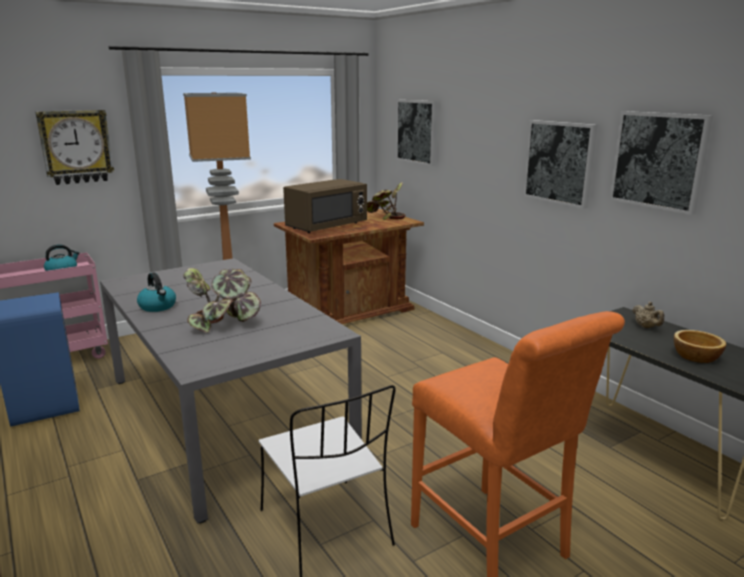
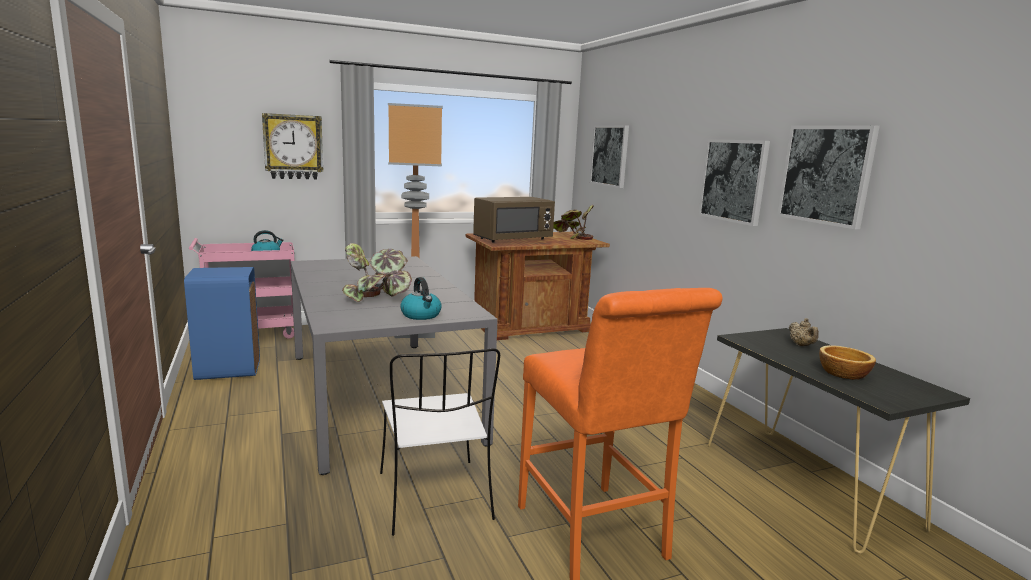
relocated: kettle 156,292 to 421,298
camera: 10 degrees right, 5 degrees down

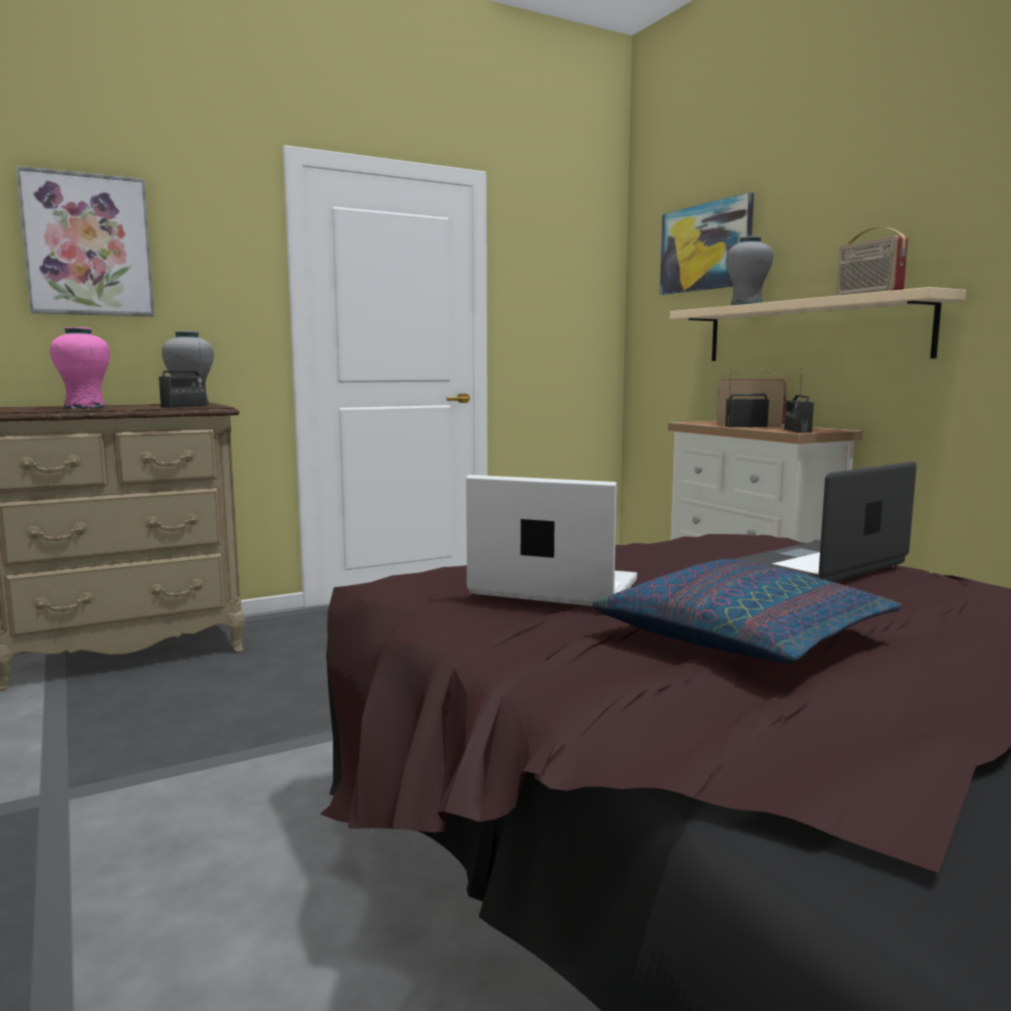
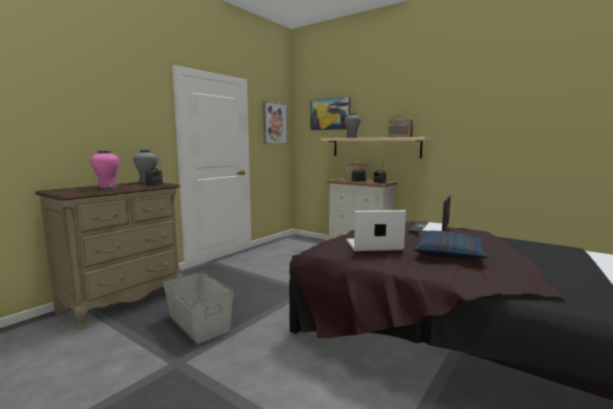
appeared: storage box/grey 198,308
relocated: picture 85,241 to 275,122
camera: 25 degrees left, 0 degrees up

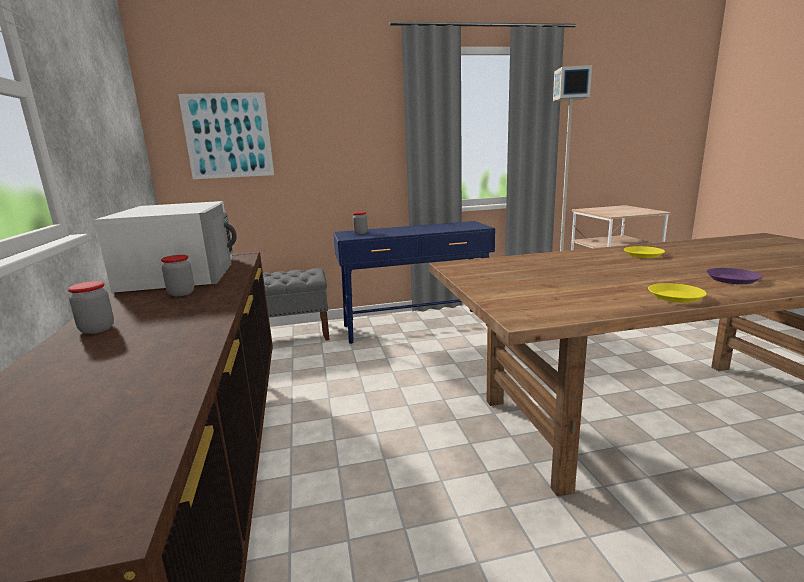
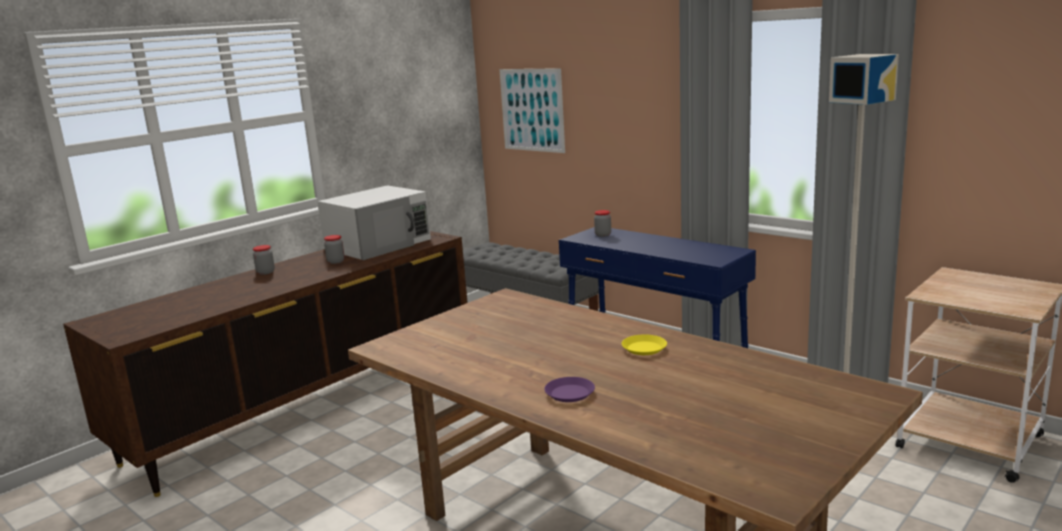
missing: plate/yellow 677,293
camera: 55 degrees right, 0 degrees up

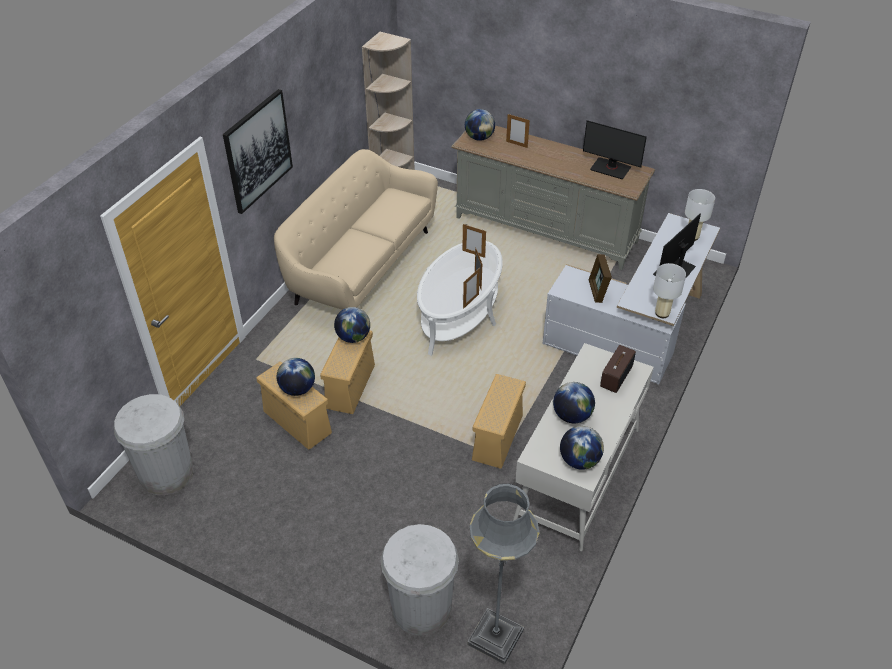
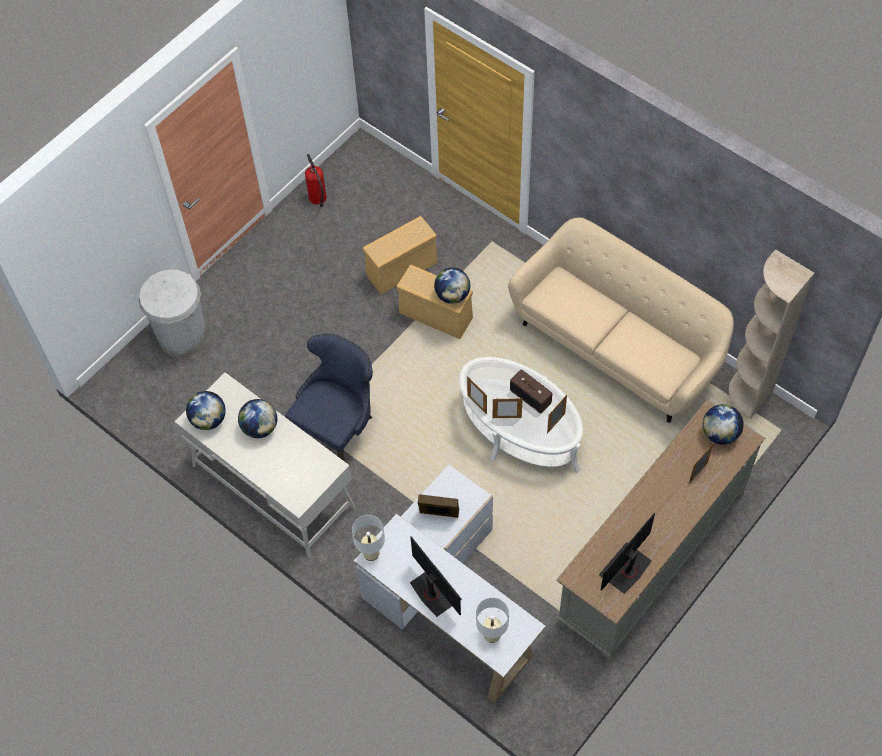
missing: trash can/white 154,444; picture 258,151; globe 296,377; floor lamp/grey 503,574
appeared: fire extinguisher 316,180
relocated: radio 618,369 to 531,391
exchanged: storage box/beige 499,421 to chair/blue 329,398
camera: 105 degrees right, 15 degrees up

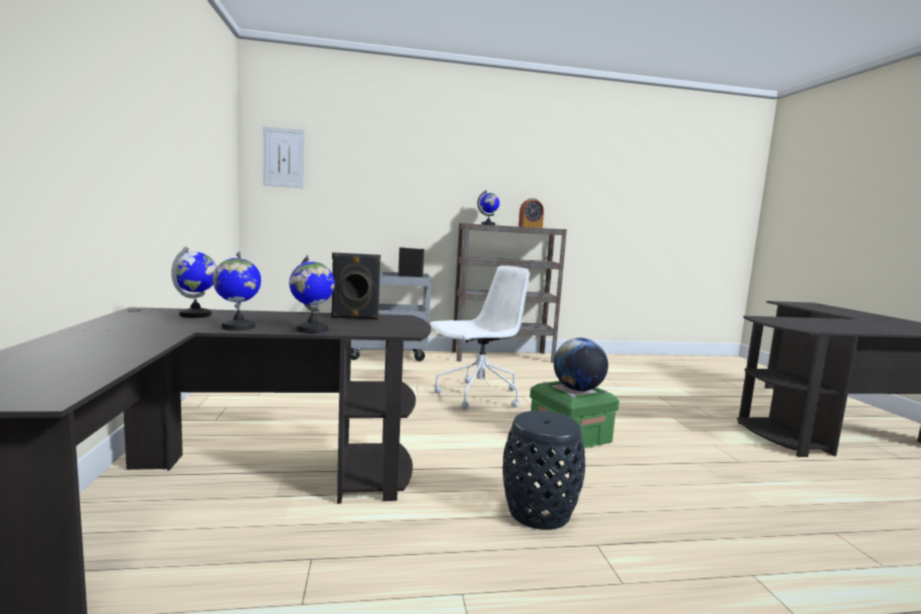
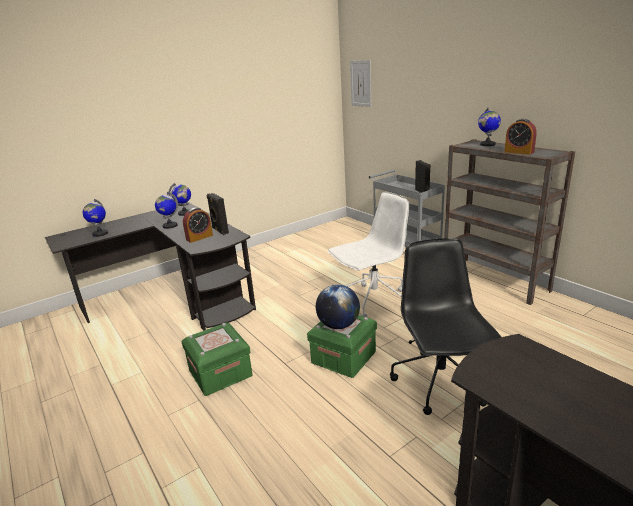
appeared: alarm clock 198,225; office chair/black 445,326
relocated: globe 312,294 to 95,218
exchanged: stool/black 544,470 to storage box/green 217,359
spun: office chair/white 479,337 = 368,254 60 degrees counterclockwise
camera: 65 degrees right, 15 degrees up

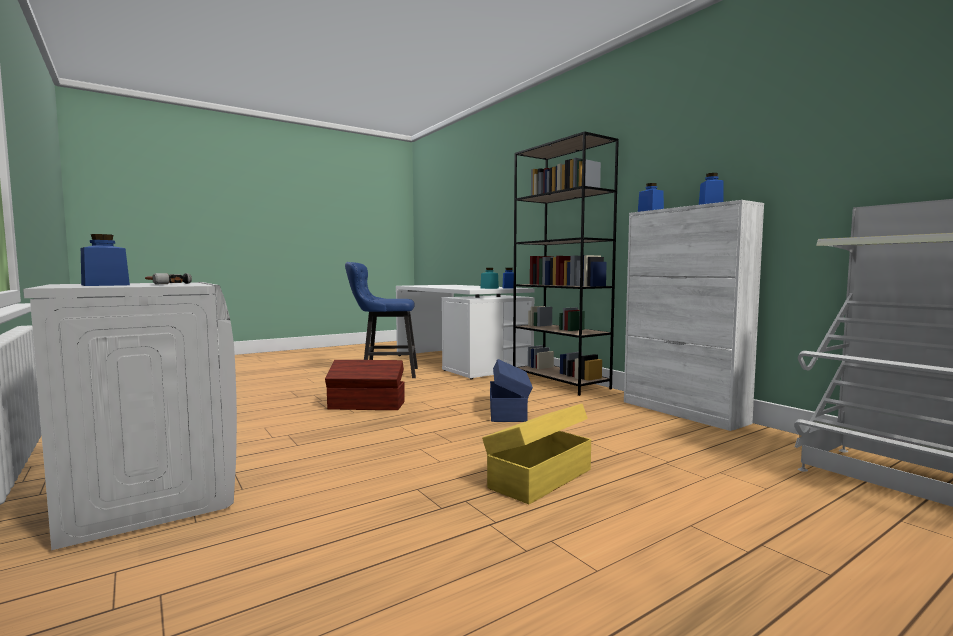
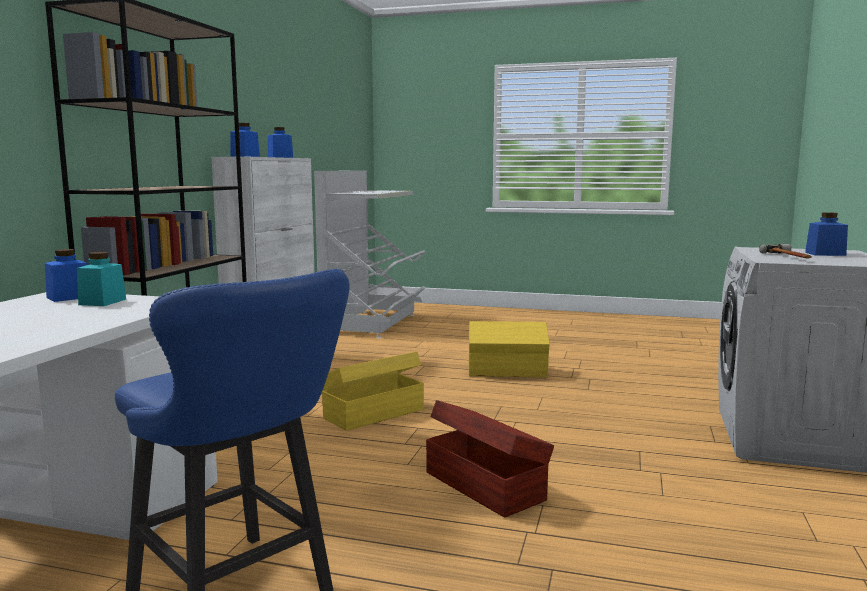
colour: storage box/blue 511,390 to storage box/yellow 373,391
camera: 130 degrees left, 5 degrees up

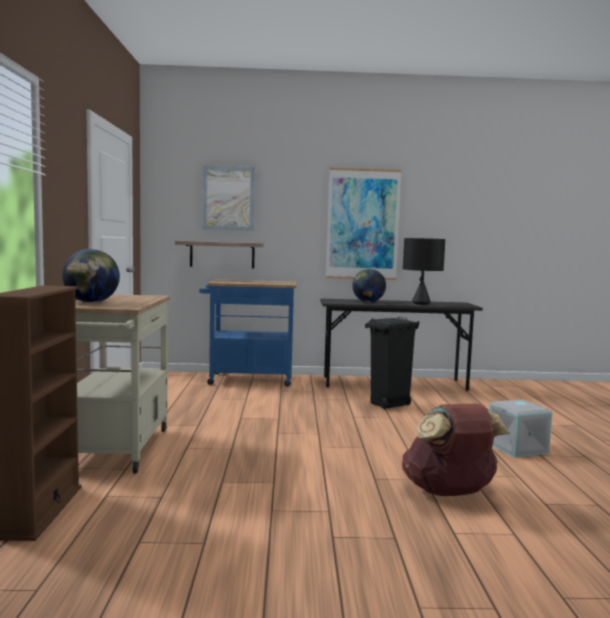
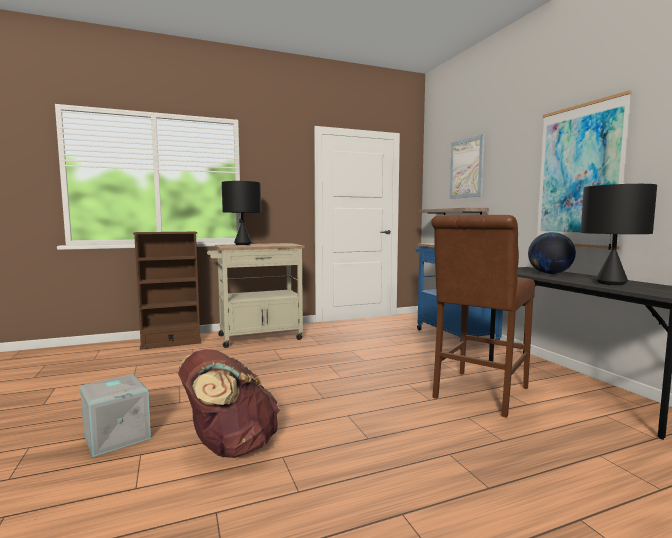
relocated: storage box/grey 521,428 to 115,415
exchanged: globe 91,276 to table lamp/black 241,213; trash can/black 392,363 to stool/brown 483,316
camera: 70 degrees right, 0 degrees up

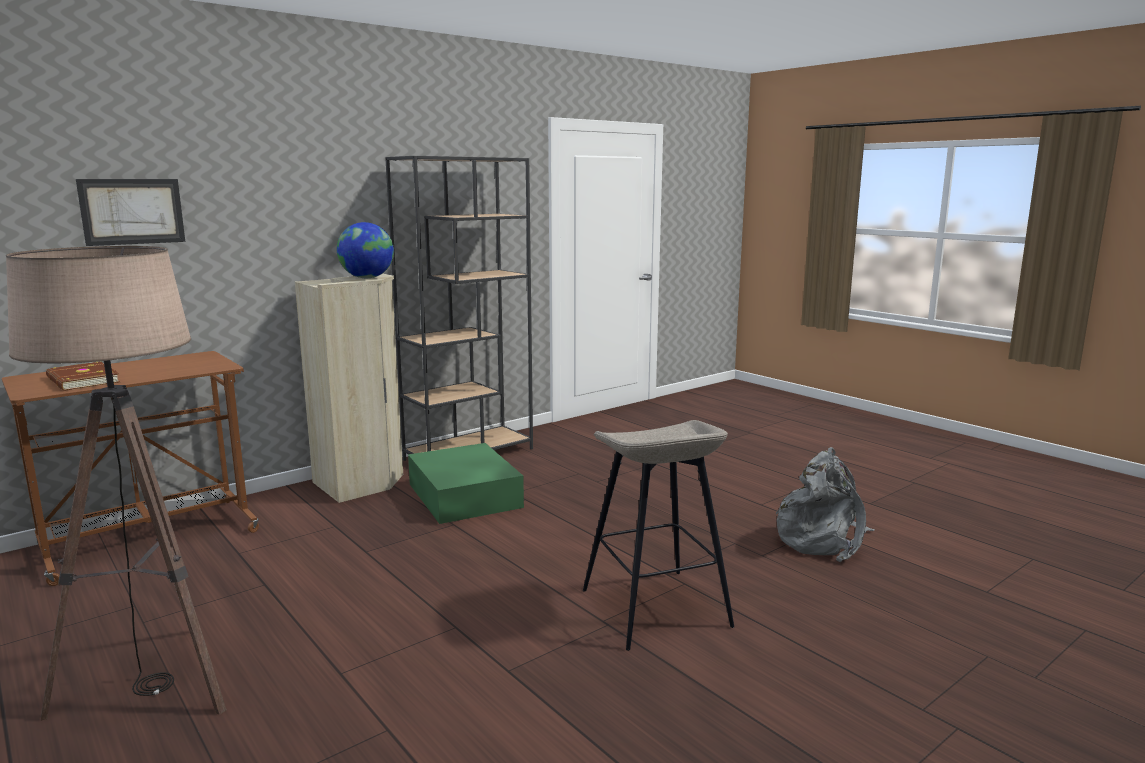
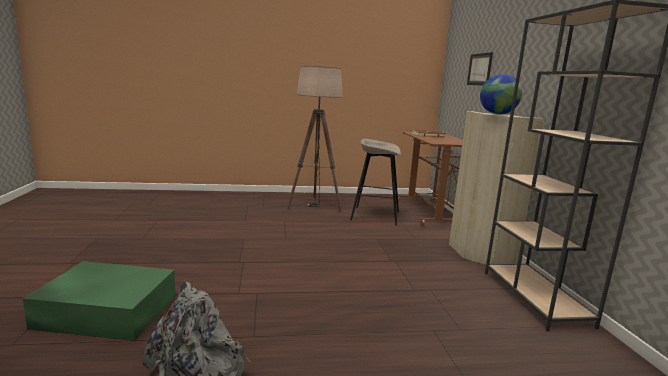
relocated: storage box/green 466,483 to 99,301; stool/grey 658,535 to 375,182
camera: 120 degrees right, 0 degrees up

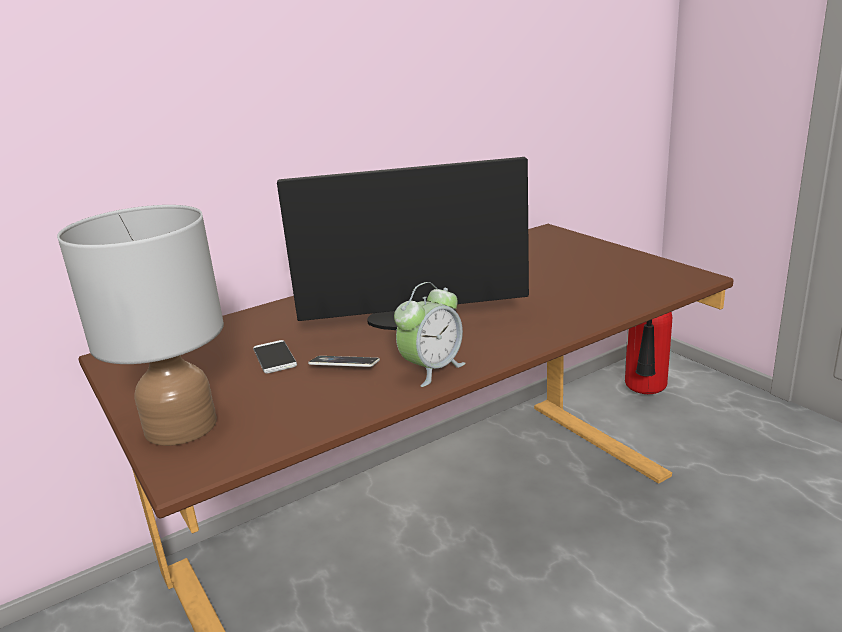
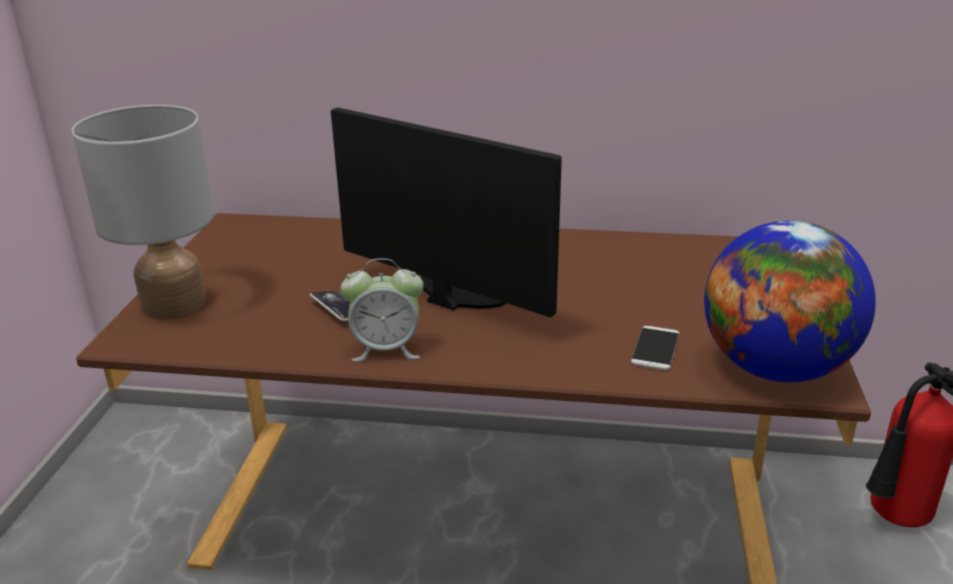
appeared: globe 790,301
relocated: phone 275,356 to 655,348
camera: 40 degrees right, 5 degrees up

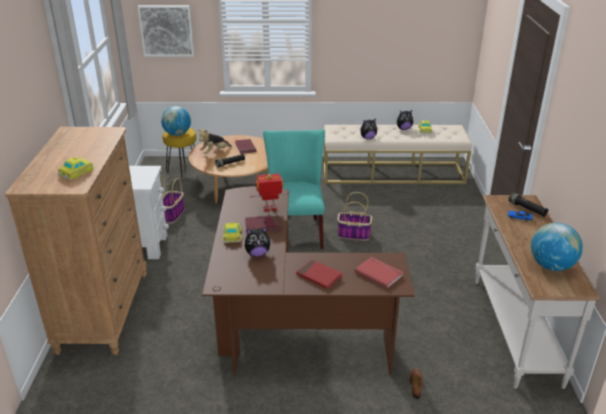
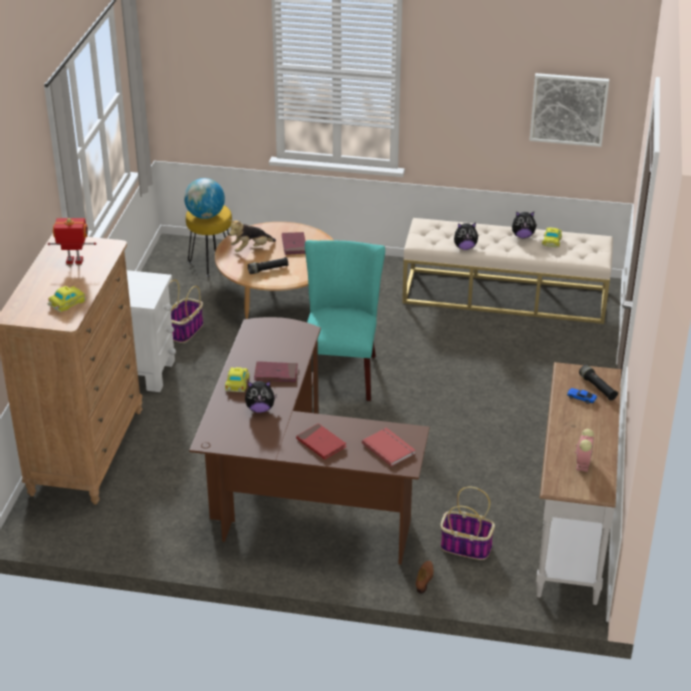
relocated: toy robot 269,192 to 72,241; basket 355,216 to 468,523; picture 165,31 to 569,110
exchanged: globe 557,247 to alarm clock 584,450
camera: 10 degrees right, 5 degrees up

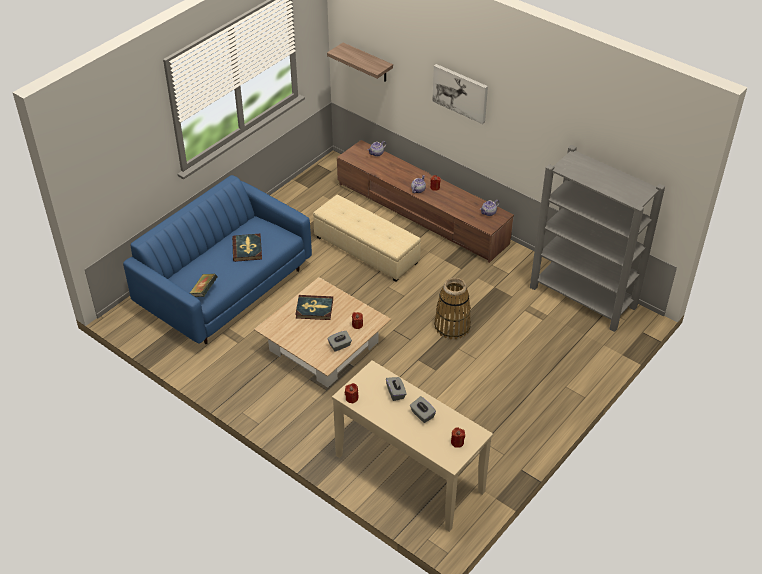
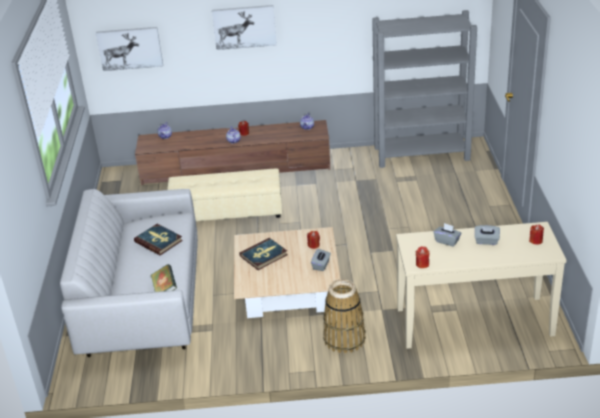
relocated: basket 452,308 to 344,316
exchanged: shelf 360,62 to picture 129,49
colour: sofa/blue 217,259 to sofa/grey 129,273
camera: 40 degrees left, 10 degrees down

